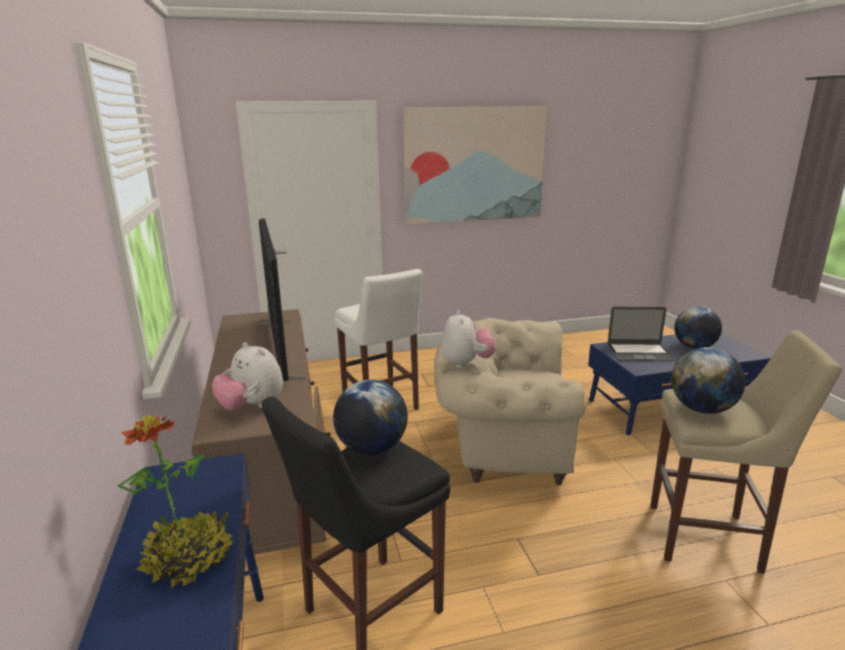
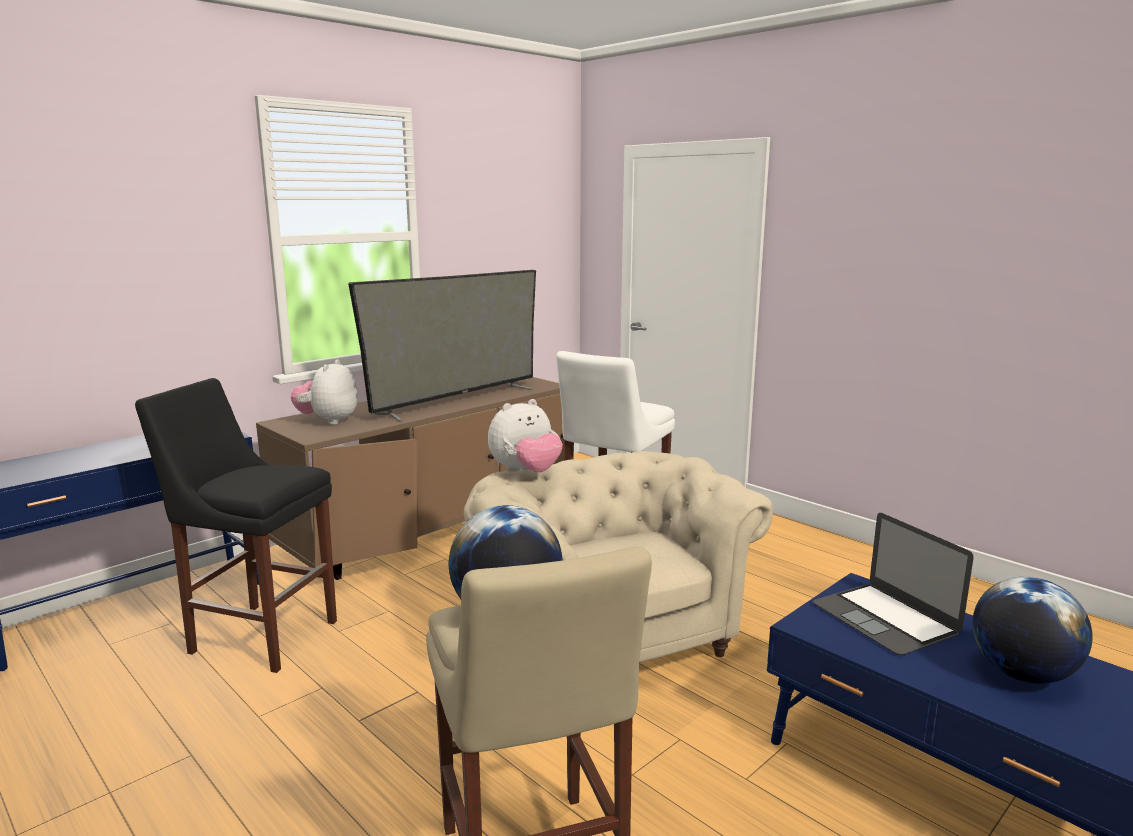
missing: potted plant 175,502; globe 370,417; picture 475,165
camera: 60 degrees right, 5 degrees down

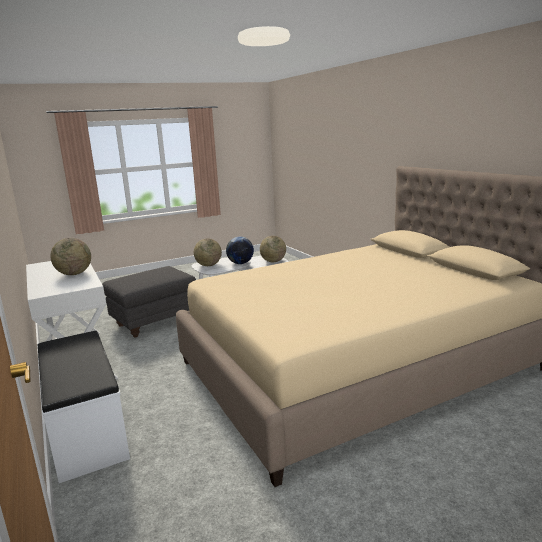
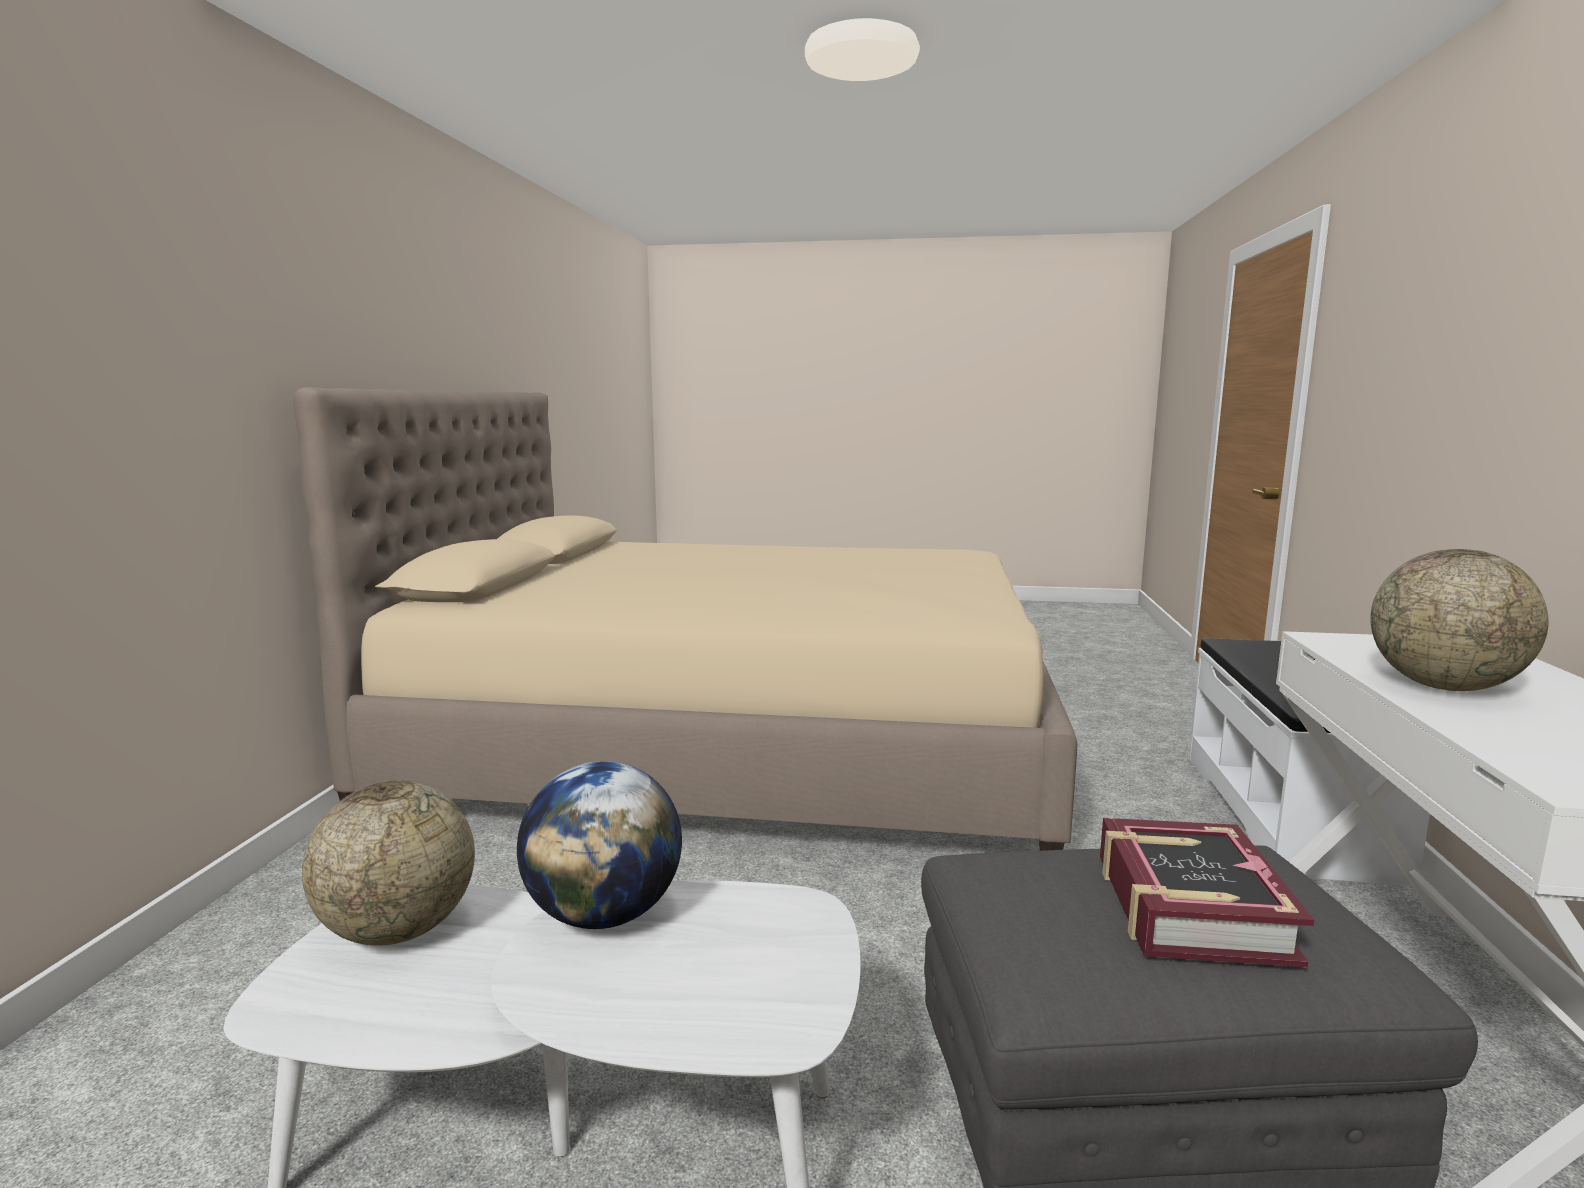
missing: globe 208,252
appeared: book 1207,892
camera: 145 degrees left, 5 degrees down

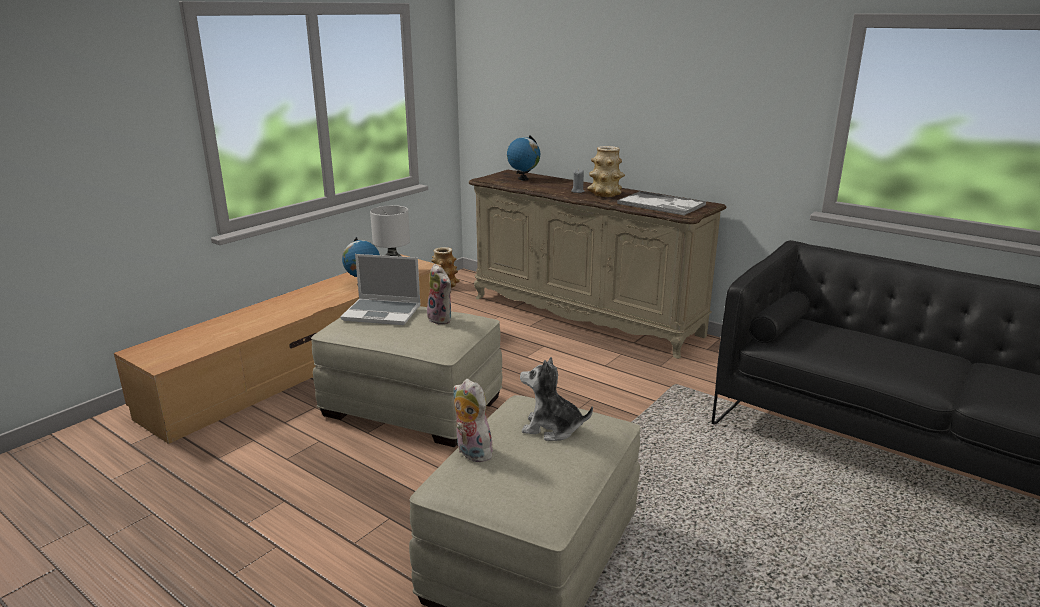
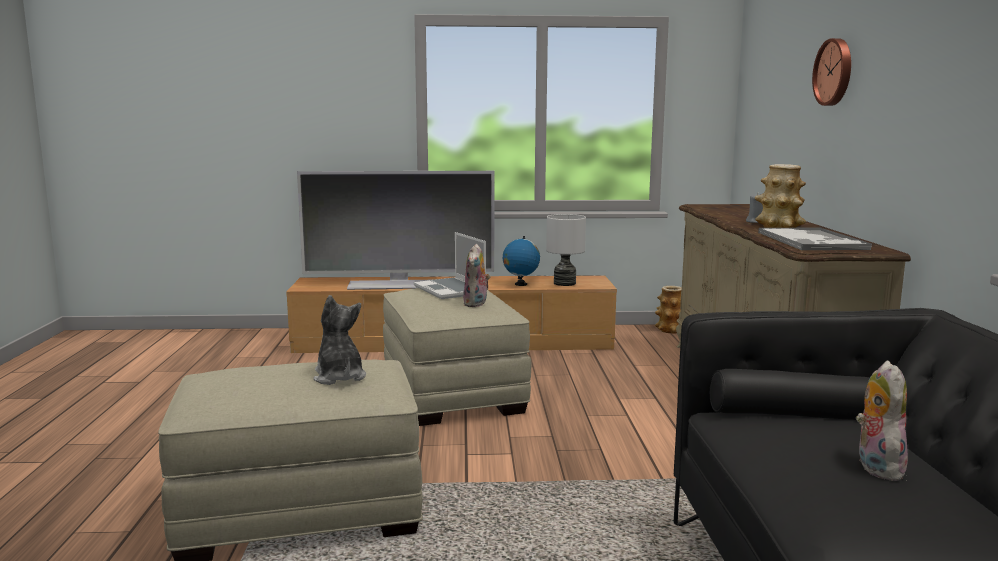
missing: globe 523,157
appeared: television 396,230; wall clock 831,72
relocated: plush toy 475,420 to 882,421
camera: 50 degrees right, 10 degrees down

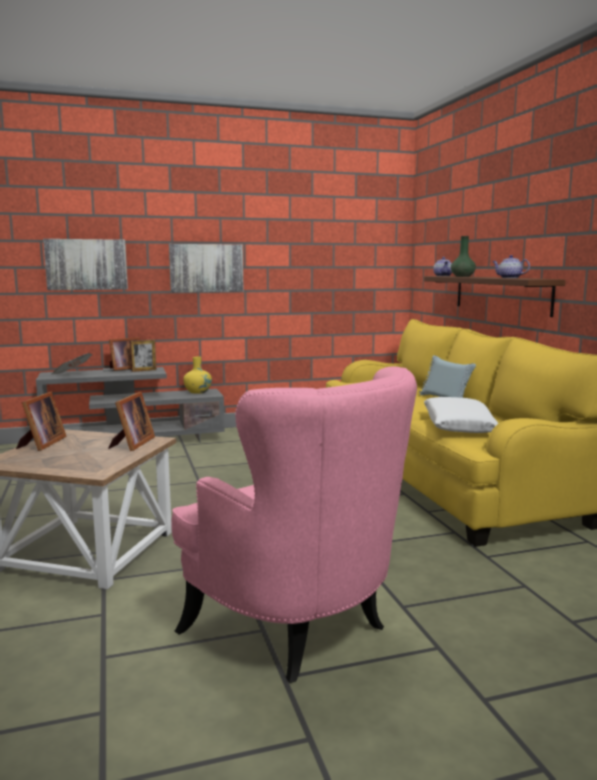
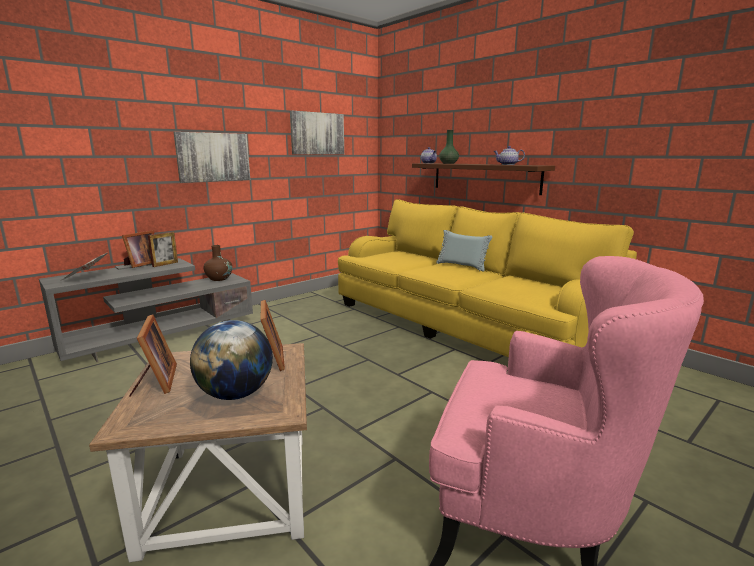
missing: pillow/white 461,415
appeared: globe 231,360
relocated: picture 85,264 to 317,132
colour: vase/yellow 197,375 to vase/brown 217,263
camera: 25 degrees left, 5 degrees up

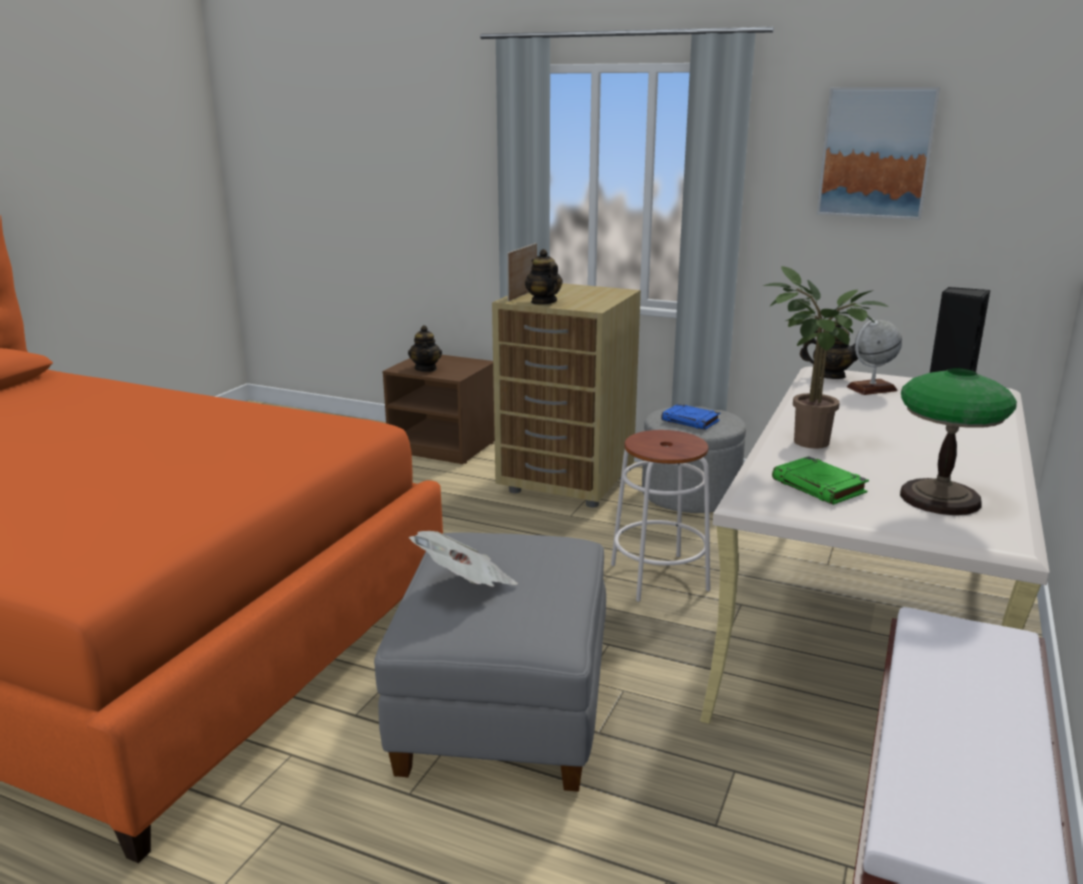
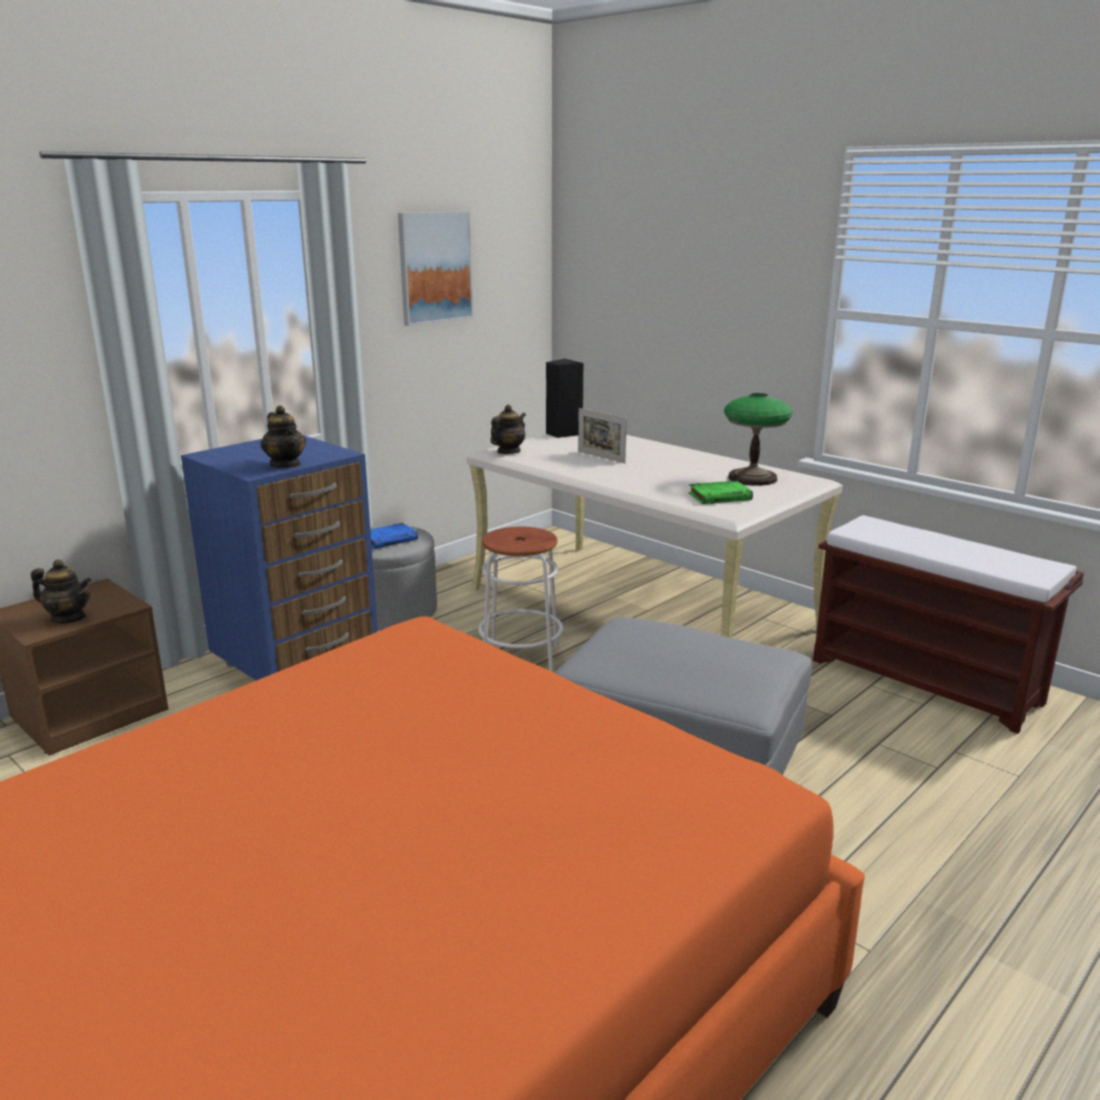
missing: newspaper 463,559; potted plant 825,357; globe 874,357
relocated: picture frame 522,272 to 602,435
colour: dresser/brown 566,395 to dresser/blue 279,557
spun: teapot 544,277 = 283,437 120 degrees counterclockwise
camera: 70 degrees left, 0 degrees up

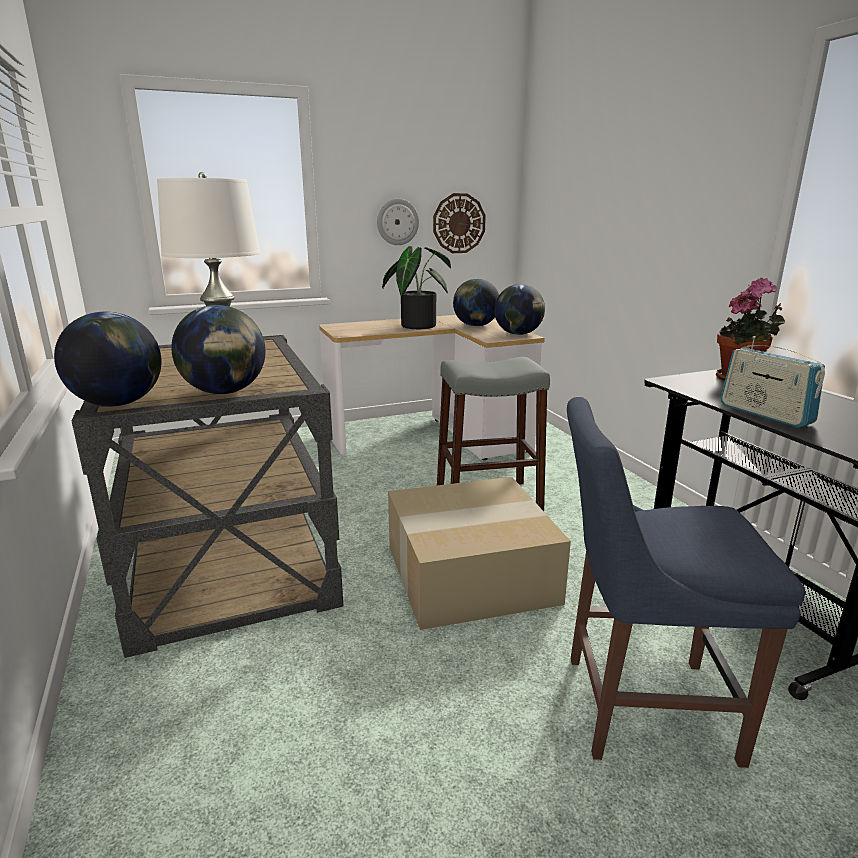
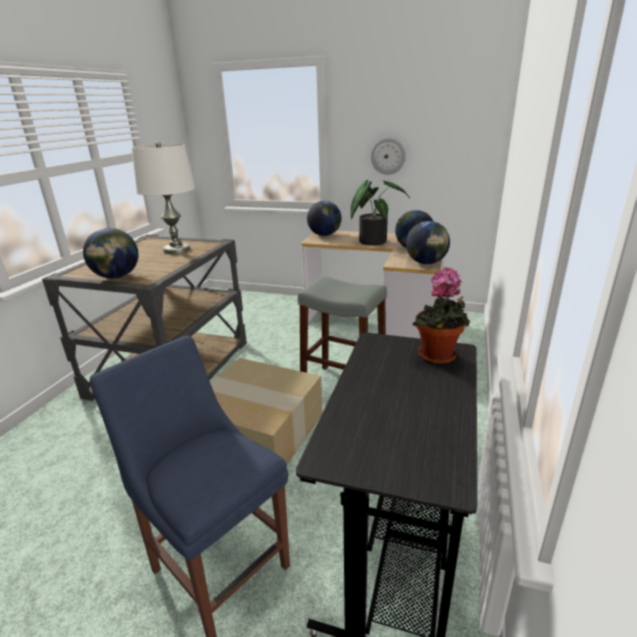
missing: wall clock 459,223; radio 772,382
relocated: globe 108,359 to 324,218
camera: 40 degrees right, 5 degrees up

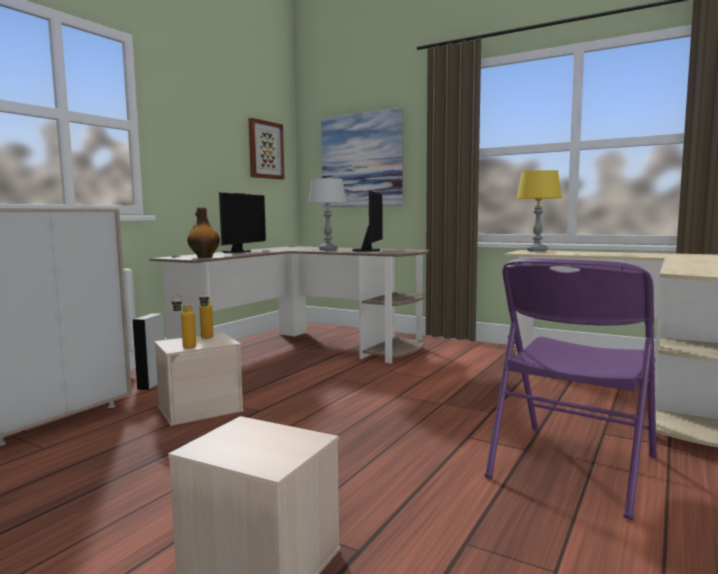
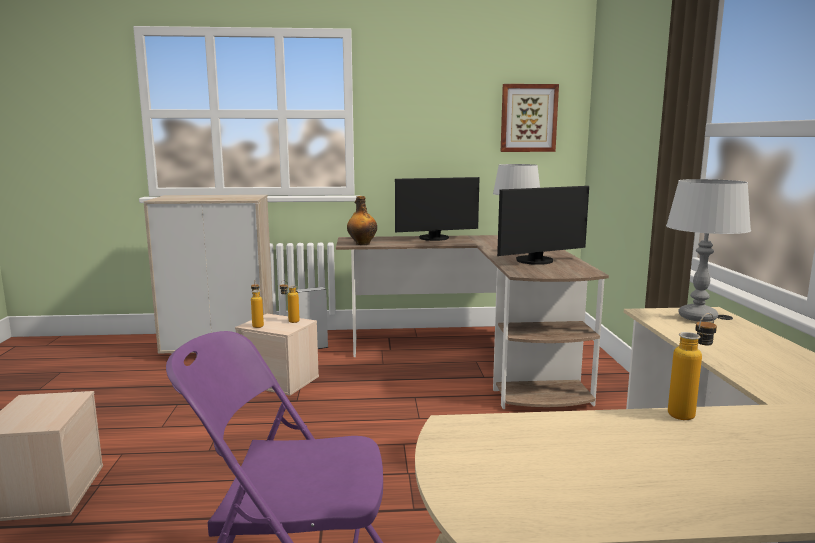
missing: picture 362,158
appeared: bottle 692,366
colour: table lamp/yellow 539,211 to table lamp/grey 708,250
camera: 55 degrees right, 5 degrees up

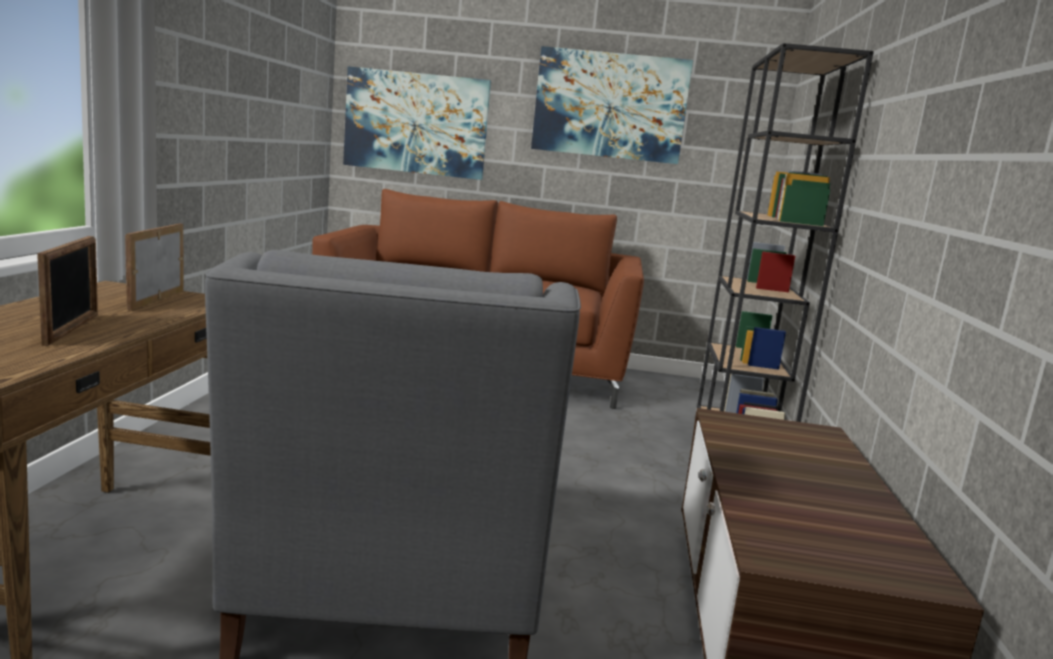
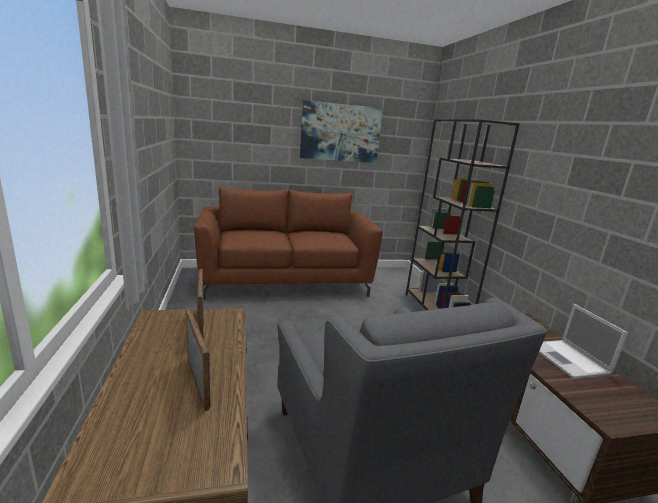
missing: picture 417,123
appeared: laptop 583,341
camera: 20 degrees left, 5 degrees up

